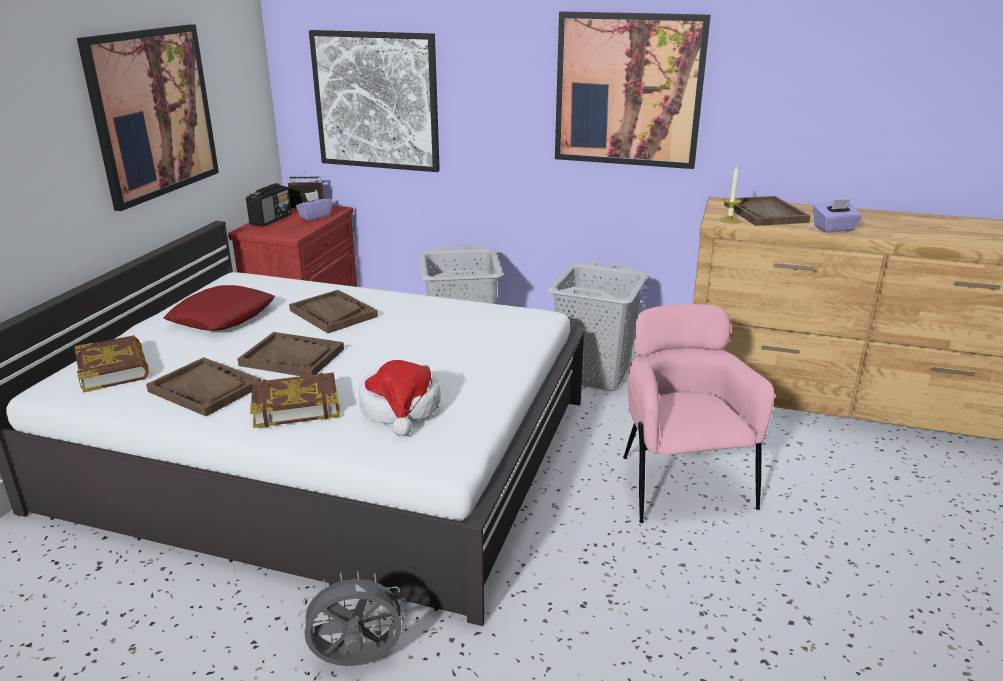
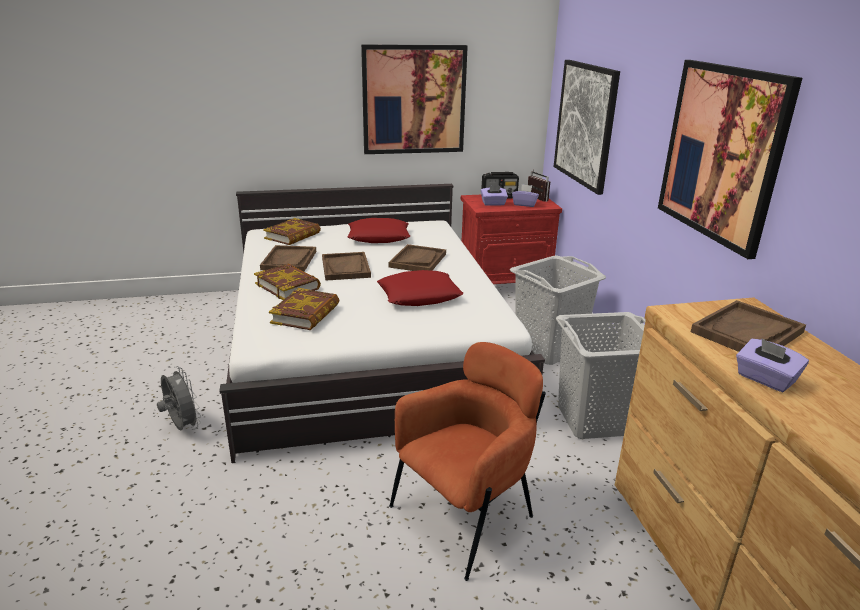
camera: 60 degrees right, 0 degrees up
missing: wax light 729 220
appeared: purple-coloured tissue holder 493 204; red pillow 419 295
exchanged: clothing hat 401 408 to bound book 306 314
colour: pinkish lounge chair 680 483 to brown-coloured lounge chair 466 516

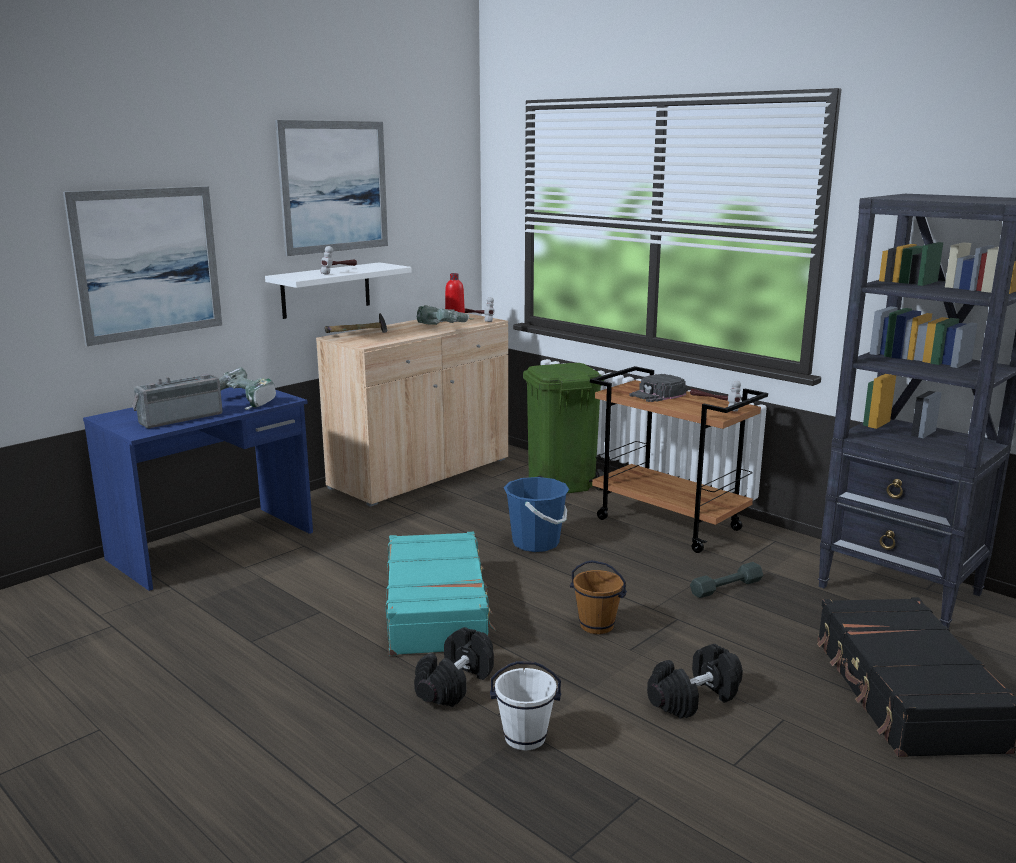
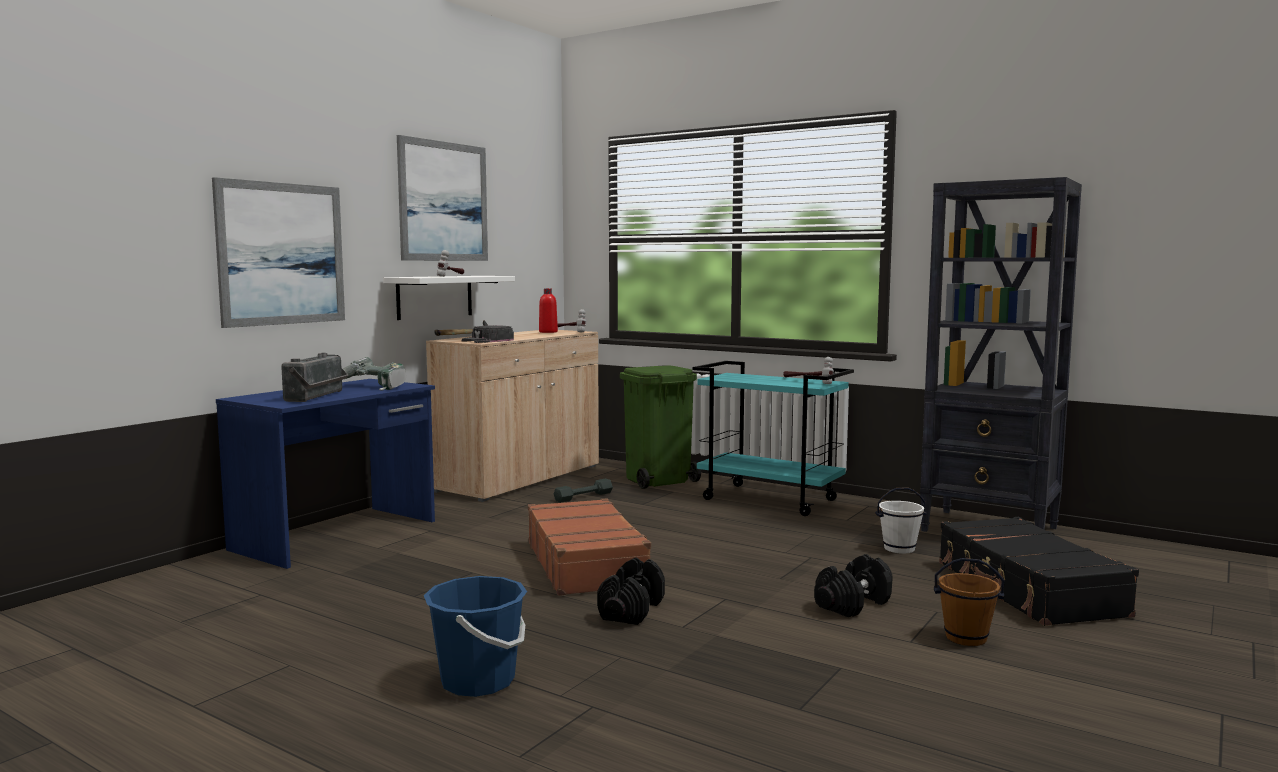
camera: 10 degrees left, 10 degrees down
missing: power drill 444 328
relocated: black baseball cap 657 394 to 488 340; bluish water bucket 536 543 to 478 681; brown-coloured water bucket 597 625 to 966 638; grey hand weight 726 587 to 583 497; whitish water bucket 525 738 to 899 549
colour: brown-coloured wheeled cart 670 524 to turquoise-coloured wheeled cart 771 500; turquoise-coloured piece of luggage 437 608 to brown-coloured piece of luggage 586 563
spun: radio receiver 179 418 = 318 396 150 degrees clockwise

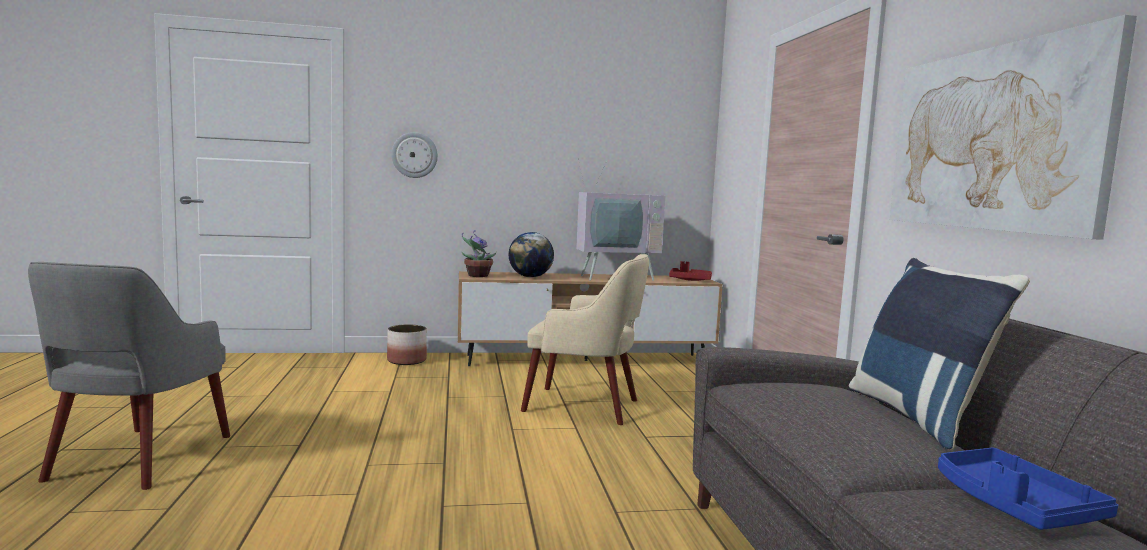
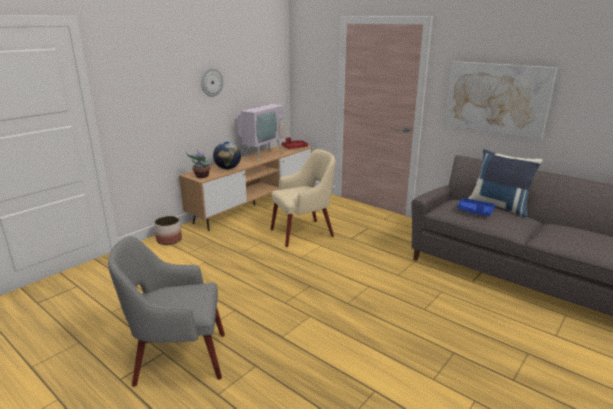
camera: 40 degrees left, 15 degrees up
relocated: wall clock 414 155 to 211 82; bluish tray 1013 505 to 475 211
spun: grey lounge chair 137 459 = 178 358 120 degrees clockwise

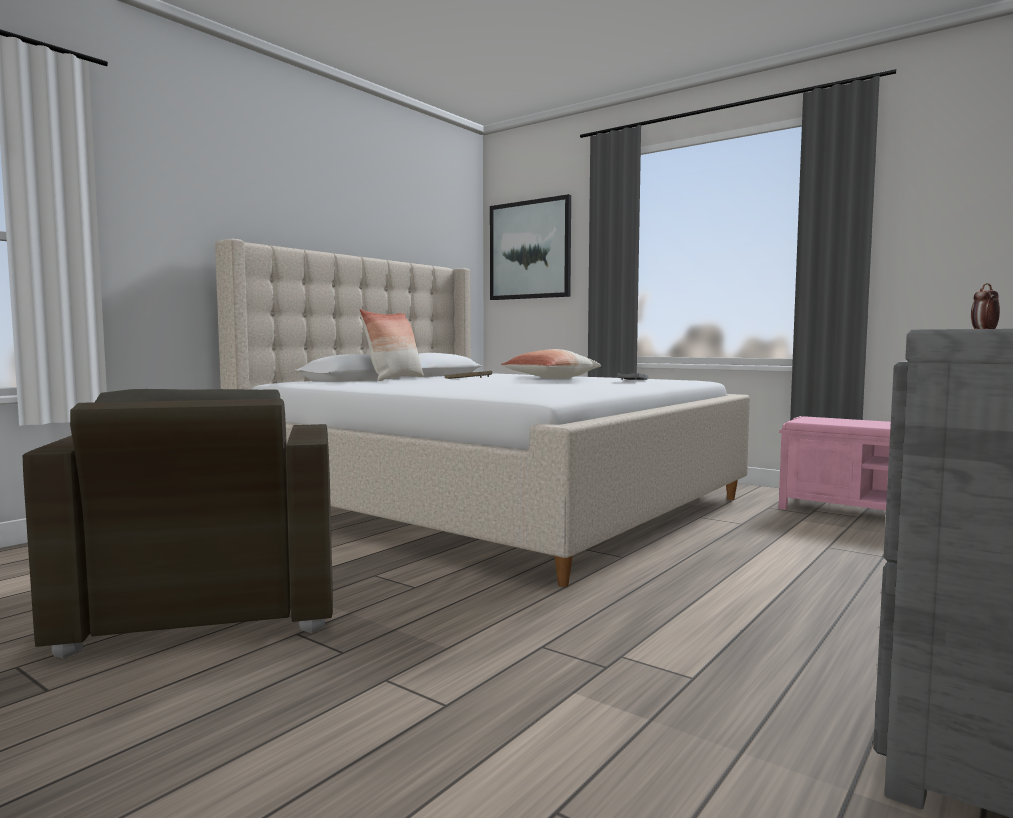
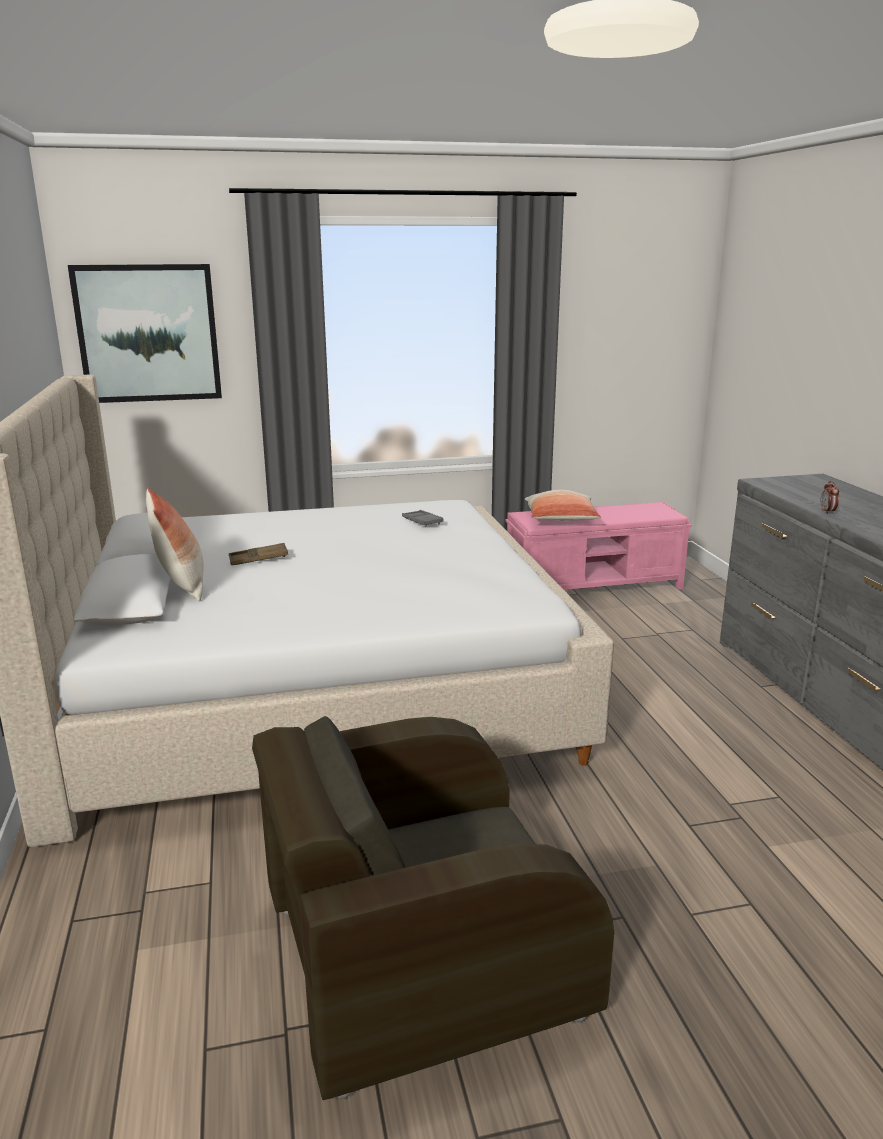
camera: 50 degrees left, 15 degrees up
relocated: pillow 550 379 to 561 520
spun: brown-coloured lounge chair 210 602 = 420 958 135 degrees clockwise

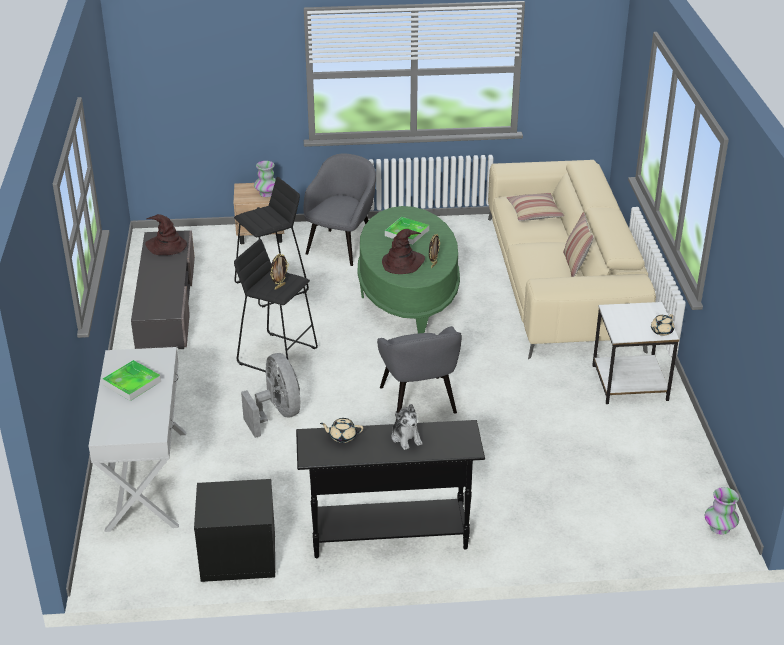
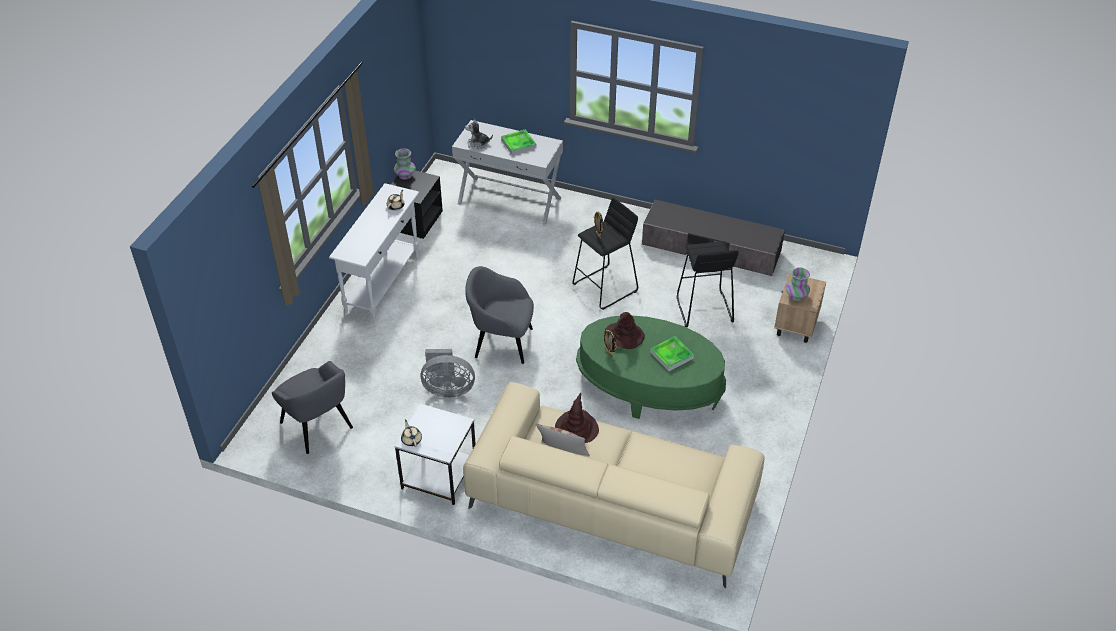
camera: 115 degrees right, 10 degrees up
missing: pillow 534 213
relocated: grey lounge chair 341 246 to 317 426; brown-coloured clothing hat 166 246 to 576 428; grey fan 277 414 to 447 389; plush toy 406 438 to 478 144; vase 719 527 to 405 175
colour: black hall table 388 535 to whitish hall table 383 283

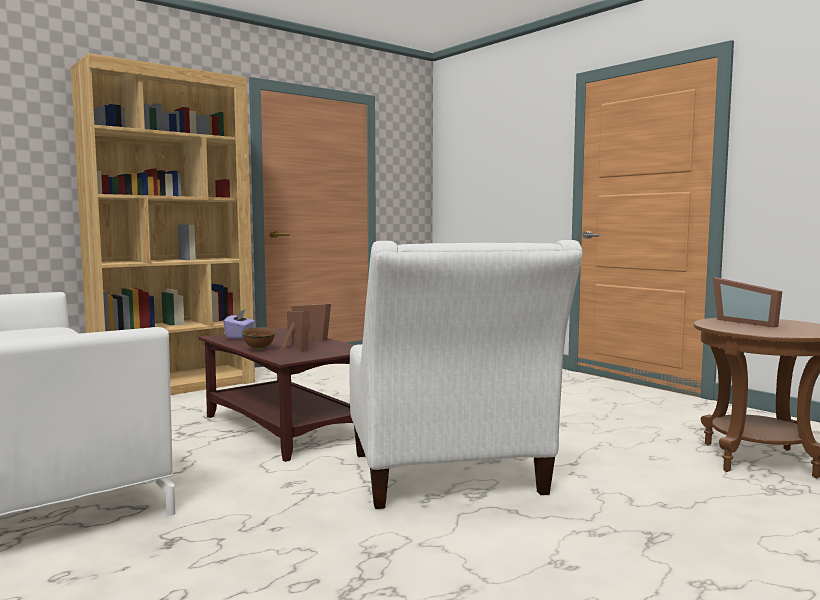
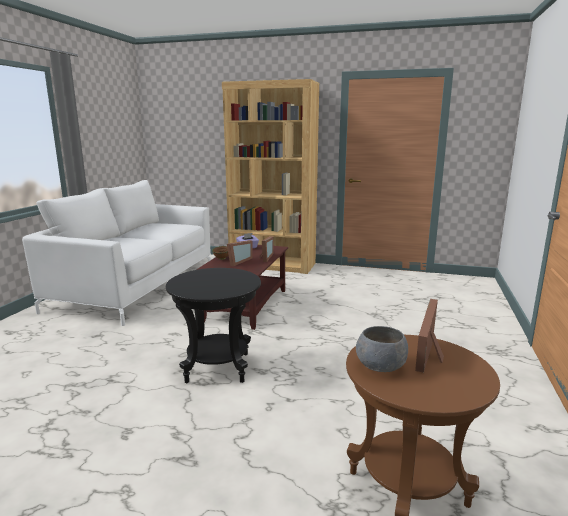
camera: 55 degrees right, 10 degrees up
appeared: grey bowl 380 366
exchanged: whitish lounge chair 449 479 to black side table 217 368

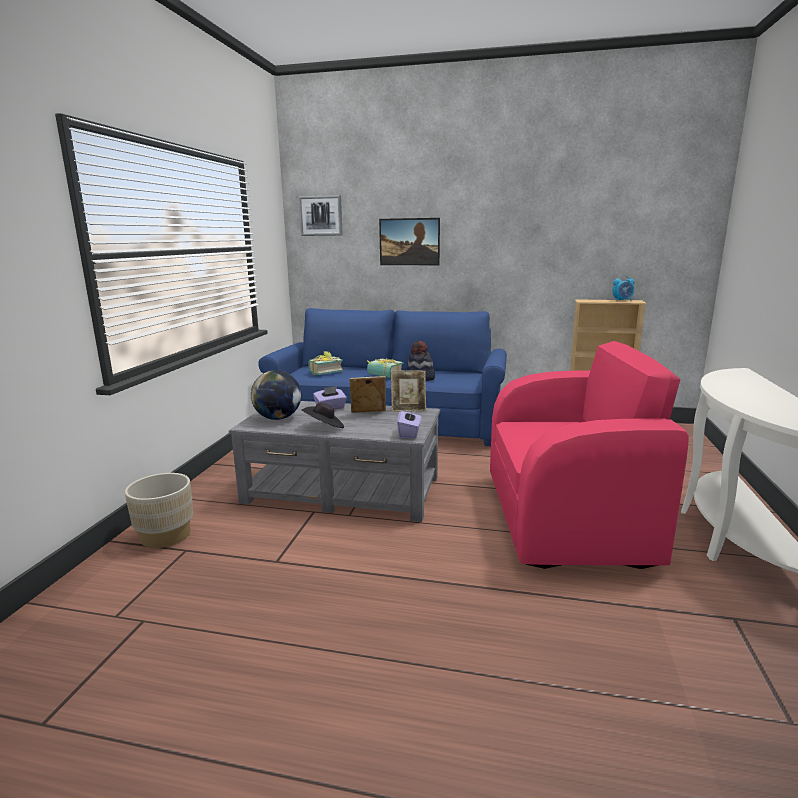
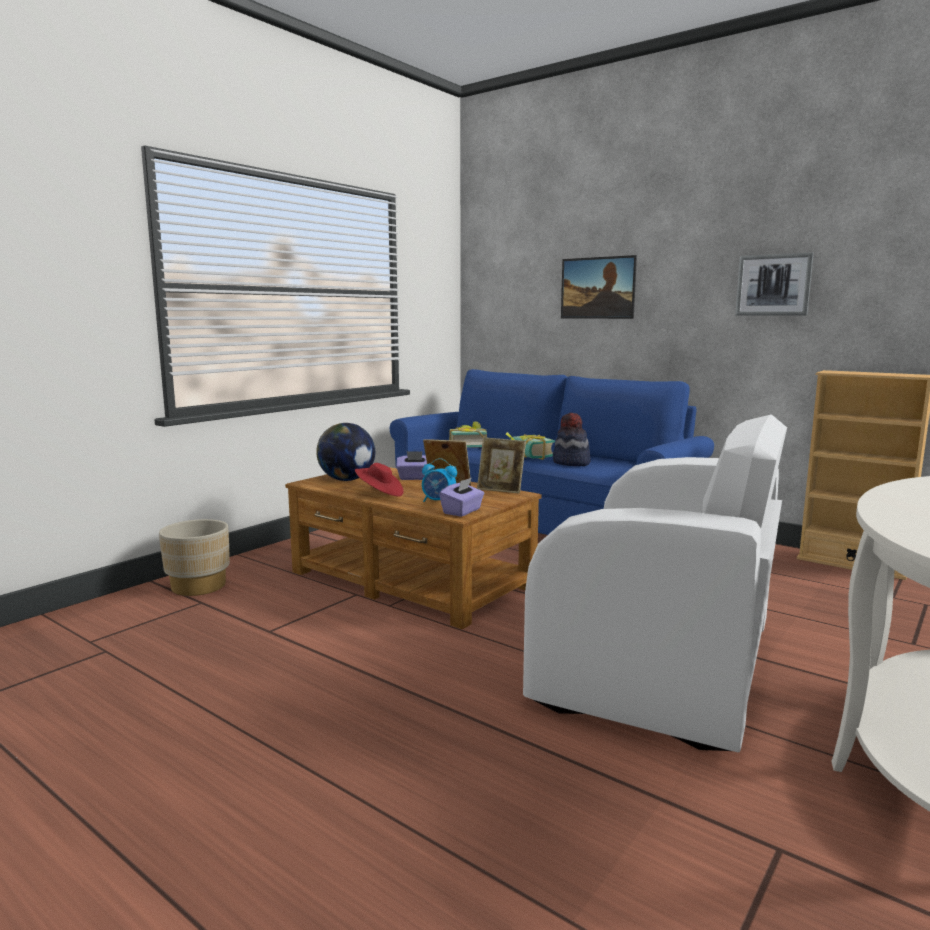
camera: 25 degrees right, 5 degrees down
relocated: picture 321 216 to 773 285; table clock 622 300 to 438 502
colour: pinkish lounge chair 566 517 to whitish lounge chair 661 665; grey coffee table 343 490 to brown-coloured coffee table 411 580; black clothing hat 324 427 to red clothing hat 379 493

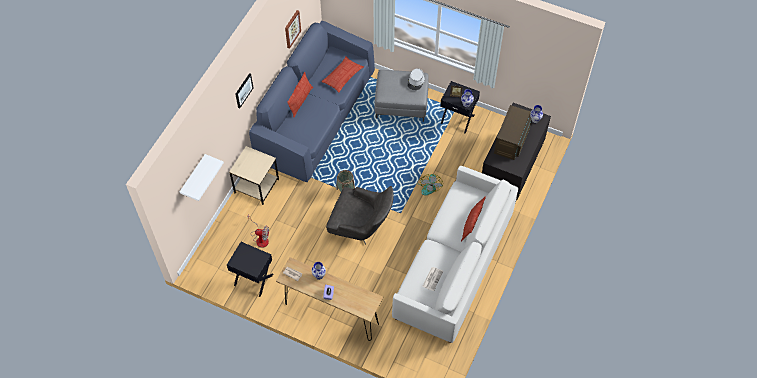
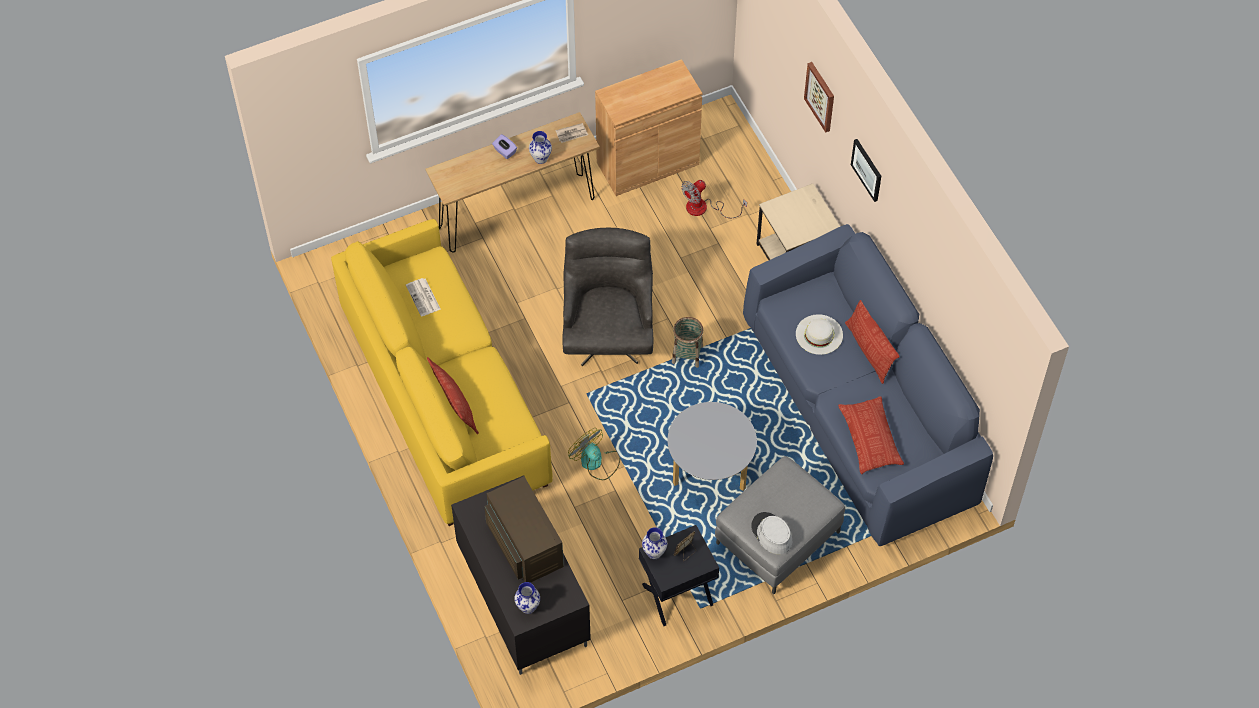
camera: 130 degrees right, 0 degrees up
missing: whitish wall shelf 193 177
appeared: whitish clothing hat 819 334; grey coffee table 710 469
relocated: picture 292 29 to 820 96
exchanged: black night table 253 280 to brown-coloured storage cabinet 647 163
colour: whitish settee 453 266 to yellow settee 444 395
spun: grey lounge chair 361 228 = 608 330 120 degrees clockwise

